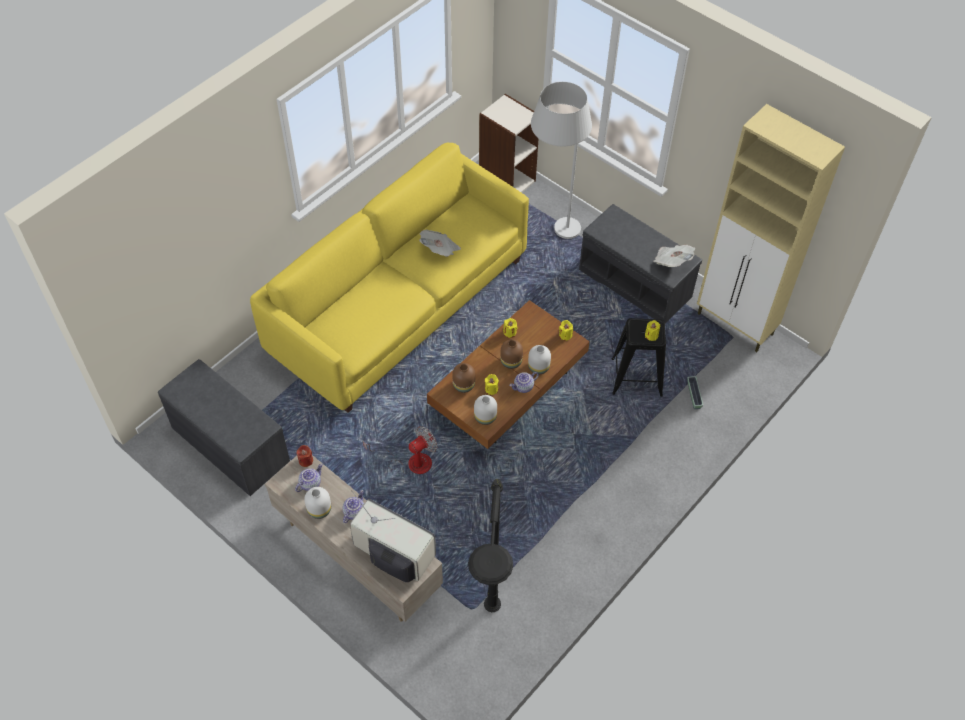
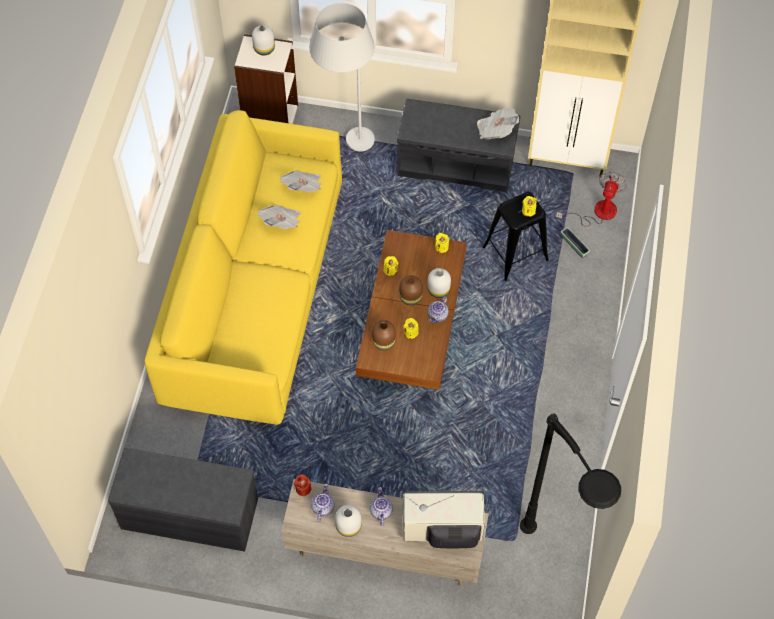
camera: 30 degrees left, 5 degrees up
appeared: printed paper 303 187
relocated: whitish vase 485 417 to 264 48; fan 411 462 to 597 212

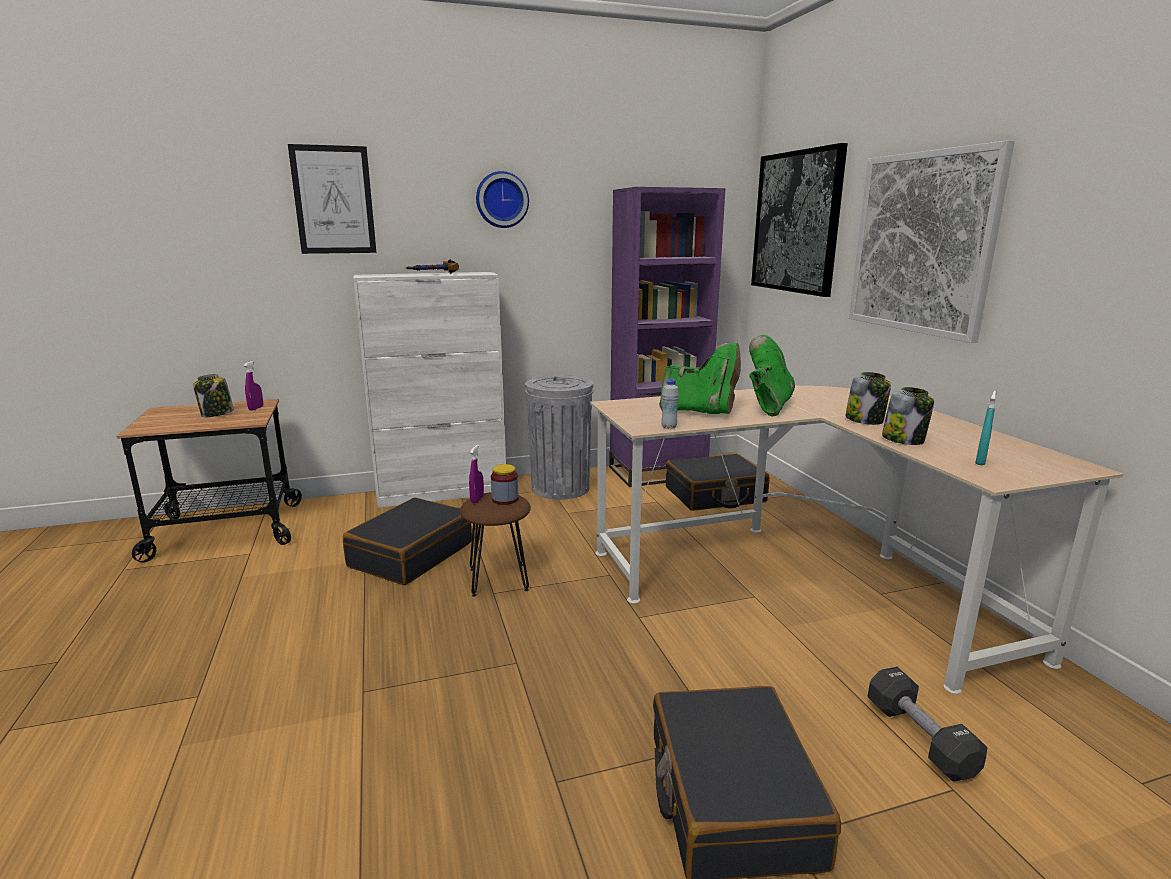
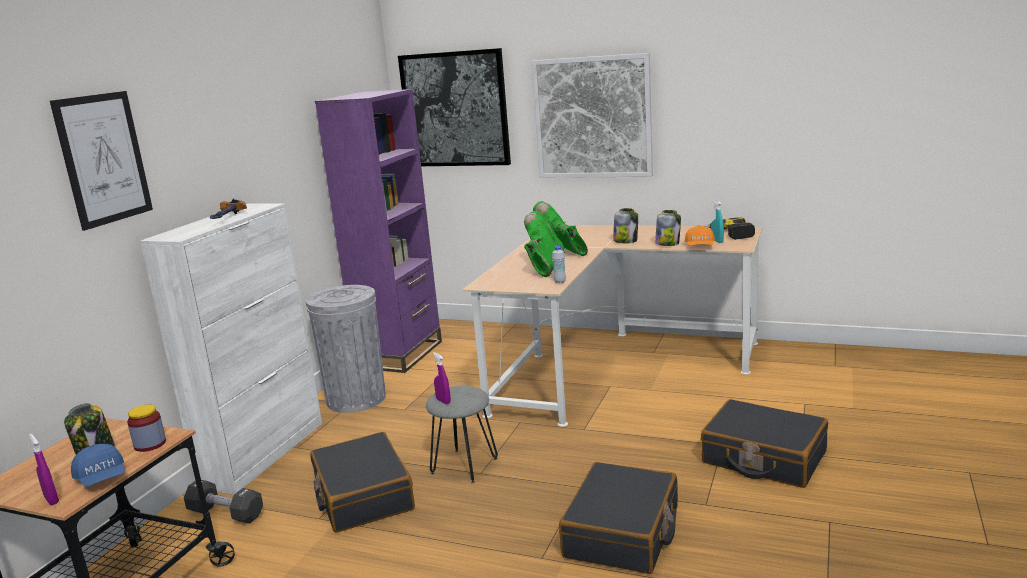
camera: 50 degrees left, 0 degrees up
missing: wall clock 501 200
appeared: power drill 726 235; orange baseball cap 700 246; bluish baseball cap 102 478
relocated: purple-coloured sprayer 256 408 to 51 500; black piece of luggage 715 495 to 622 533; storage jar 505 499 to 150 444; black hand weight 919 738 to 226 514
colour: brown-coloured stool 498 579 to grey stool 464 466
spun: green-coloured boot 700 412 = 544 268 45 degrees counterclockwise

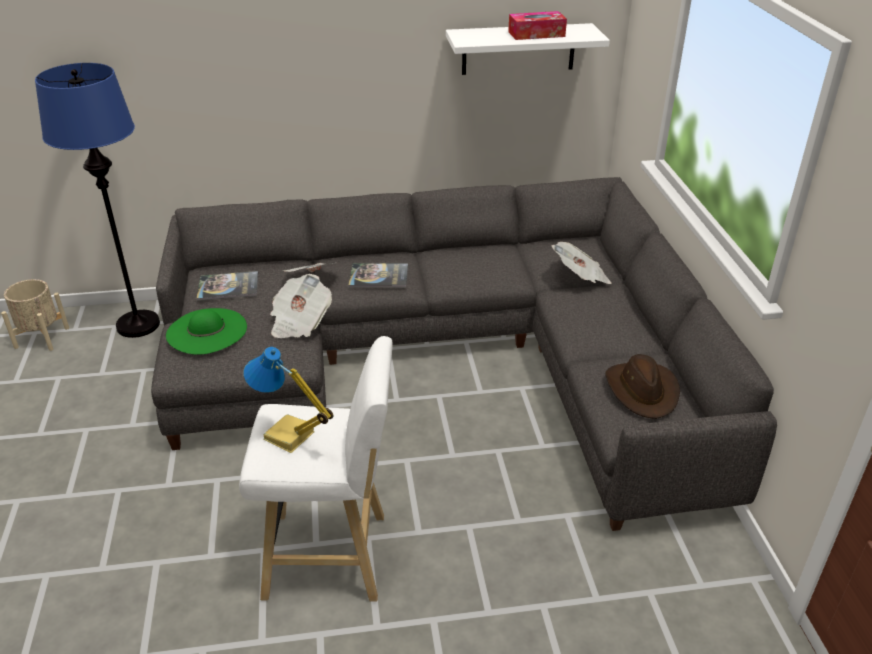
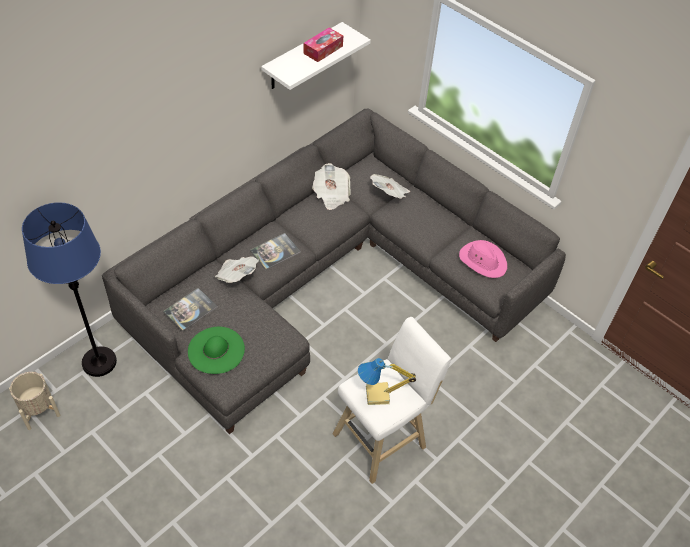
camera: 40 degrees left, 15 degrees up
relocated: printed paper 299 322 to 331 195
colour: brown-coloured clothing hat 642 391 to pinkish clothing hat 483 260

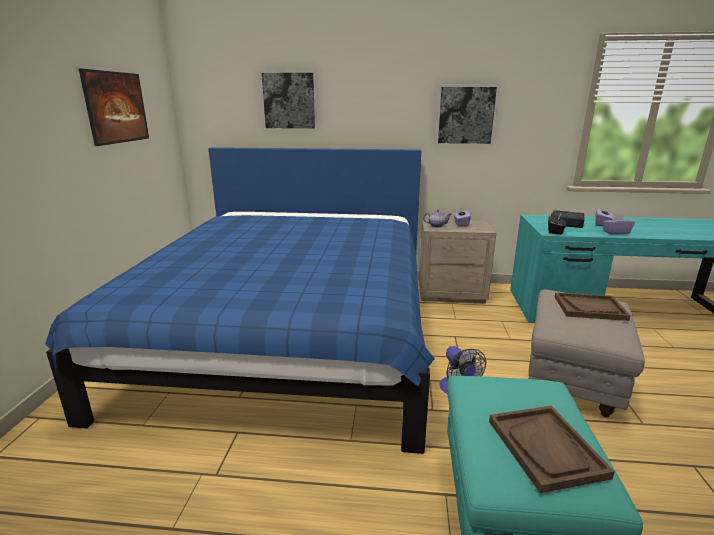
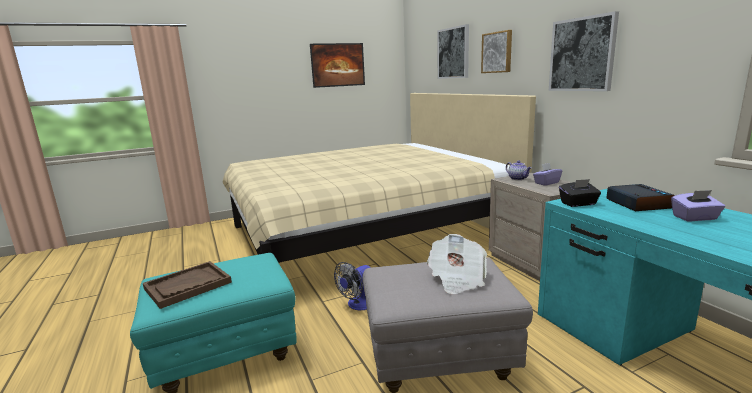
camera: 60 degrees right, 5 degrees down
missing: purple-coloured tissue holder 615 232
appeared: picture 497 52
exchanged: brown-coloured tray 589 308 to printed paper 457 279
colour: bluish bedroom bed 289 334 to beige bedroom bed 364 233

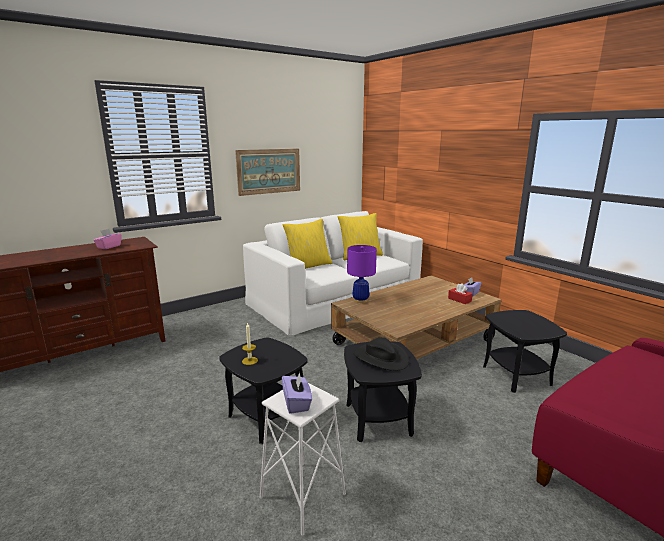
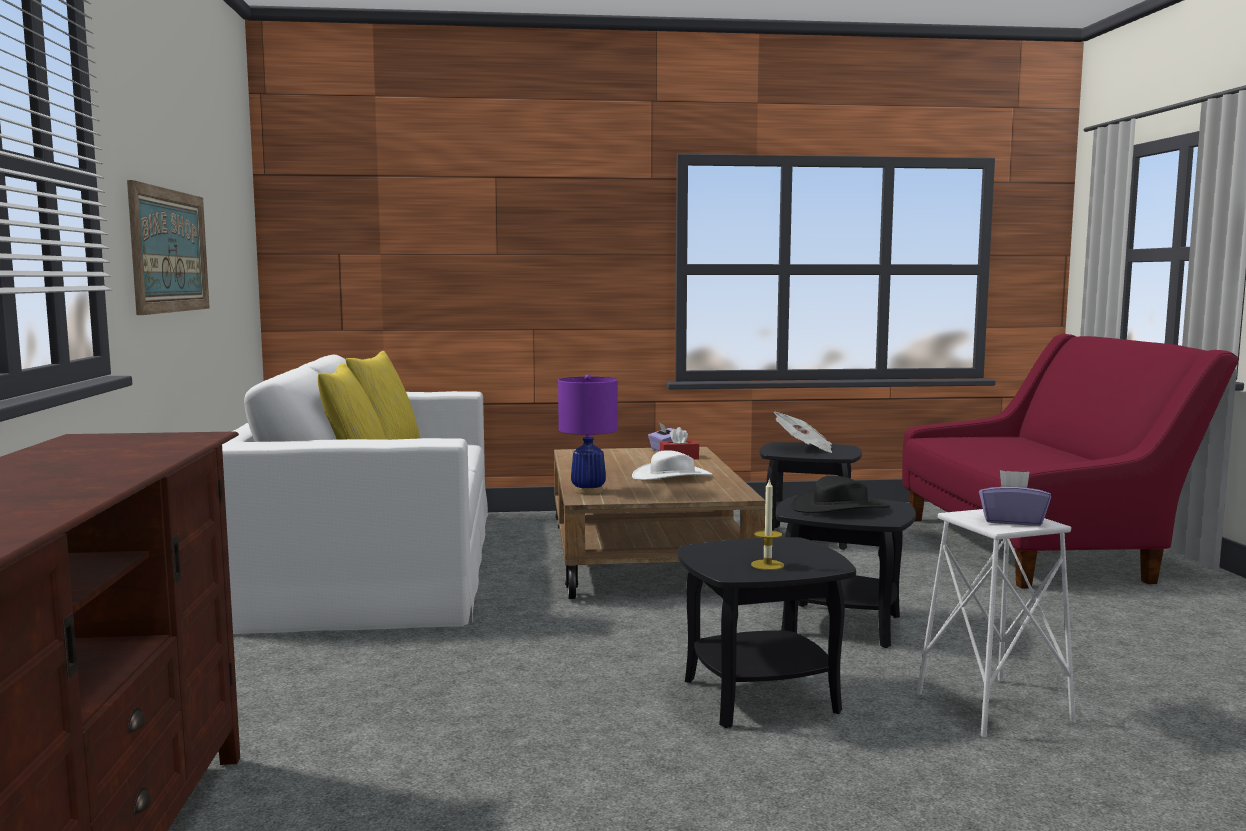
camera: 60 degrees left, 10 degrees down
missing: pinkish tissue holder 109 247
appeared: printed paper 804 449; whitish clothing hat 672 476

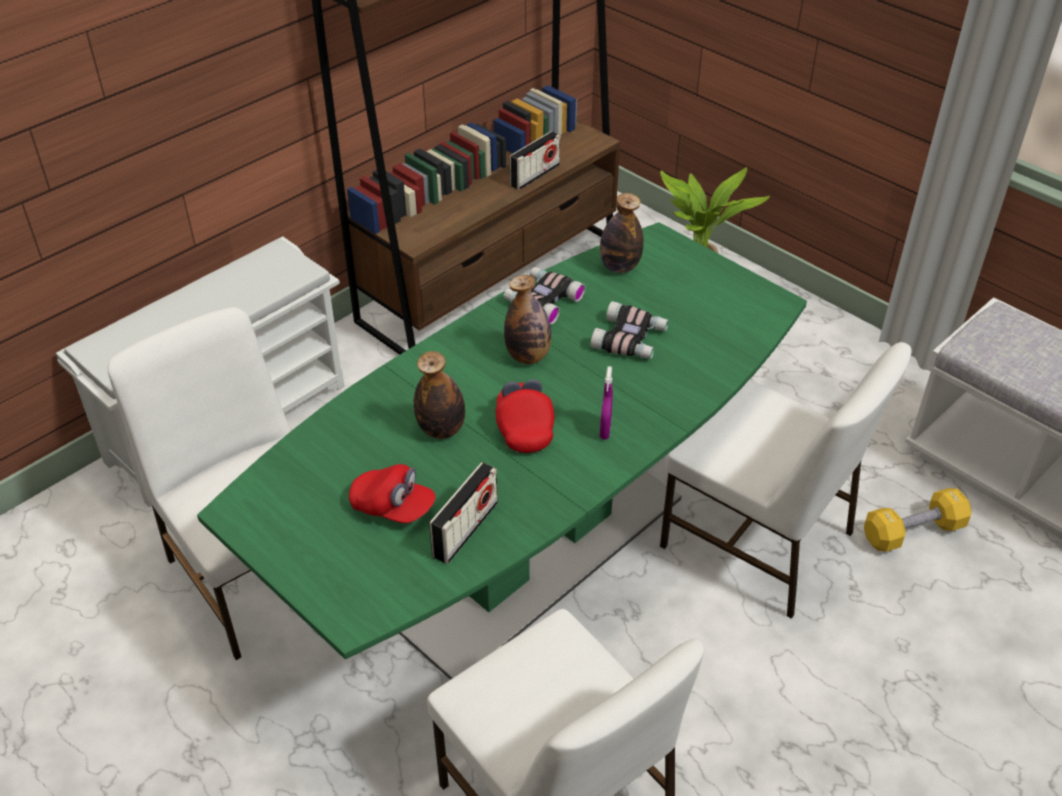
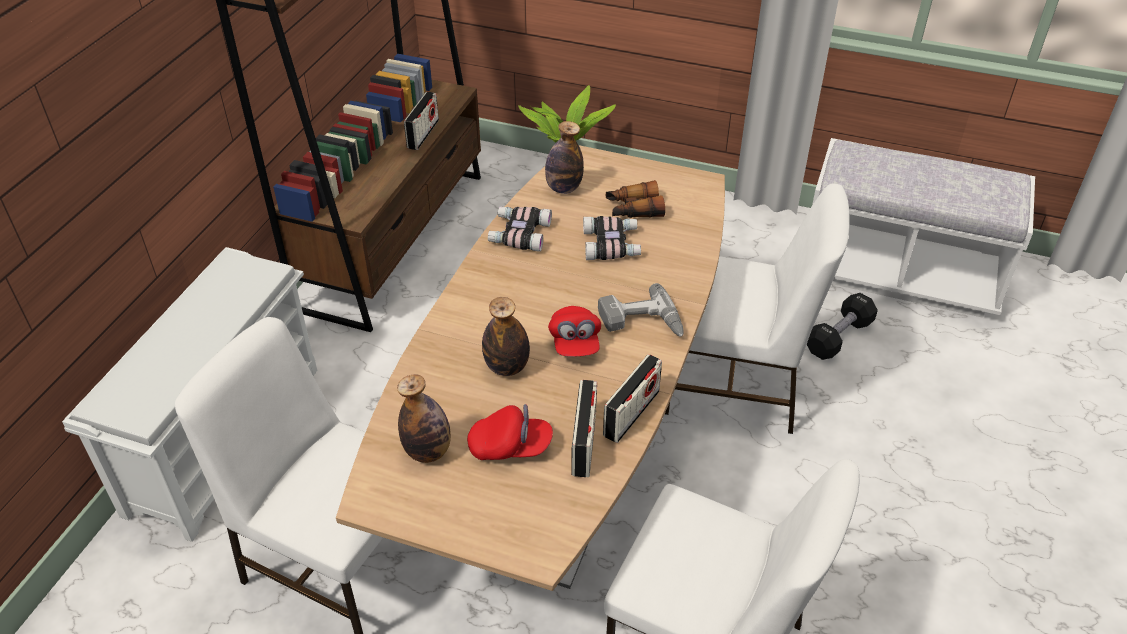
camera: 25 degrees left, 0 degrees up
appeared: pair of binoculars 633 209; radio receiver 631 413
relocated: bottle 528 356 to 428 451
exchanged: purple-coloured sprayer 605 430 to power drill 641 323
colour: green-coloured dinner table 531 549 to brown-coloured dinner table 563 453; yellow hand weight 913 532 to black hand weight 838 337
spun: red baseball cap 524 427 = 575 343 150 degrees counterclockwise

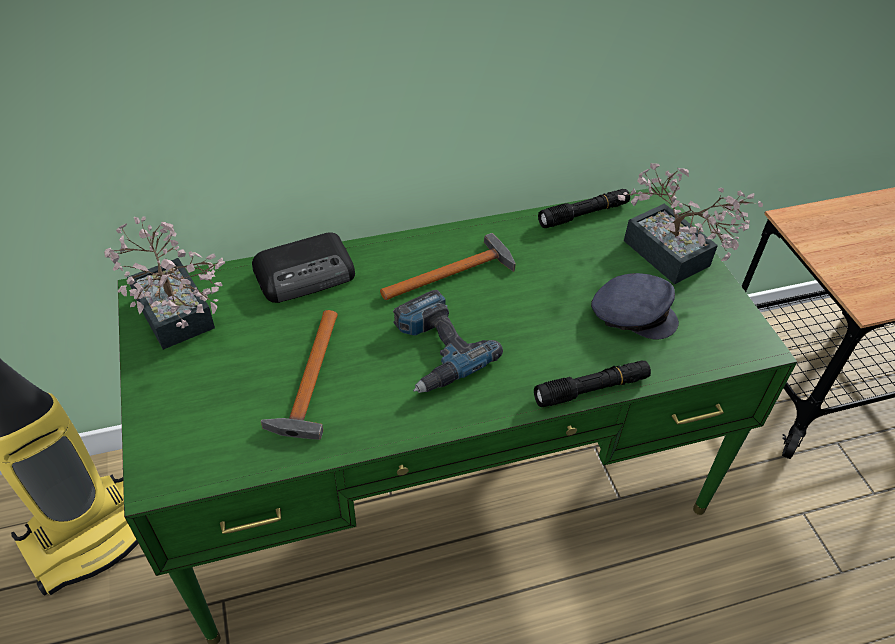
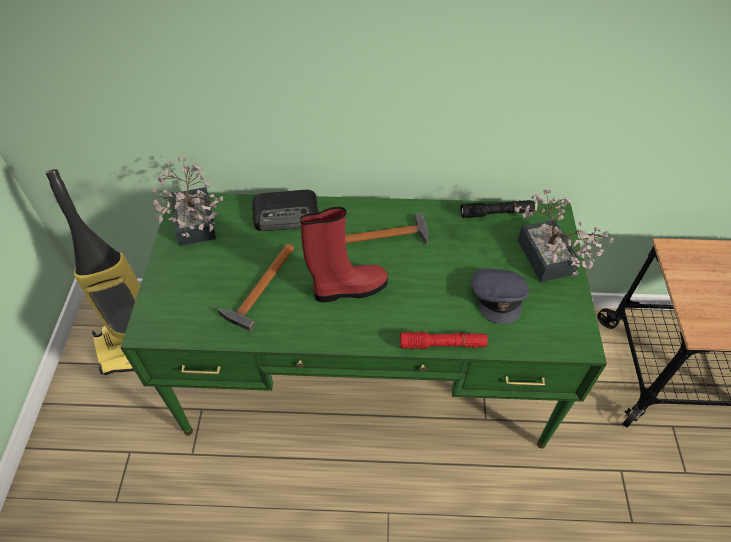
camera: 20 degrees right, 5 degrees up
exchanged: power drill 435 350 to red boot 348 289
colour: black hand torch 591 389 to red hand torch 443 344
spun: grey baseball cap 632 314 = 498 297 45 degrees clockwise

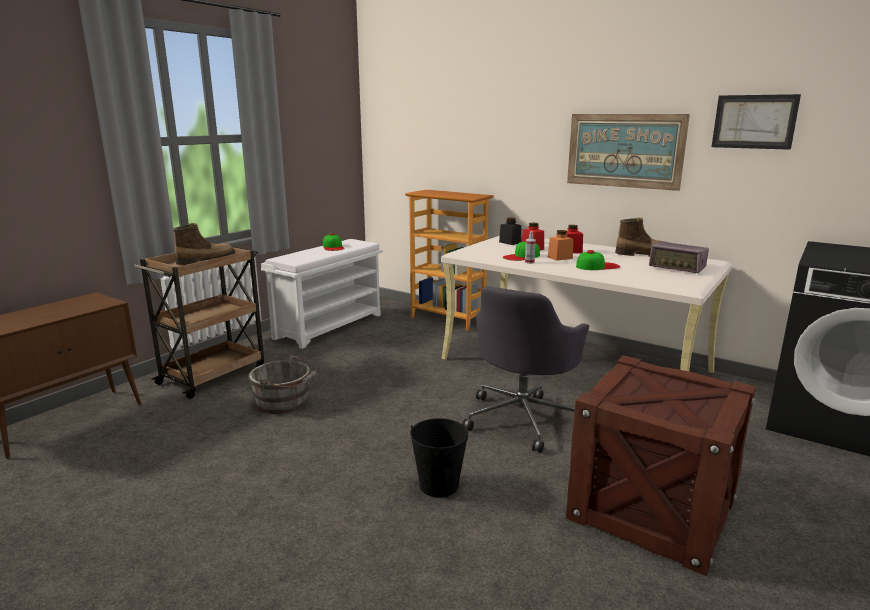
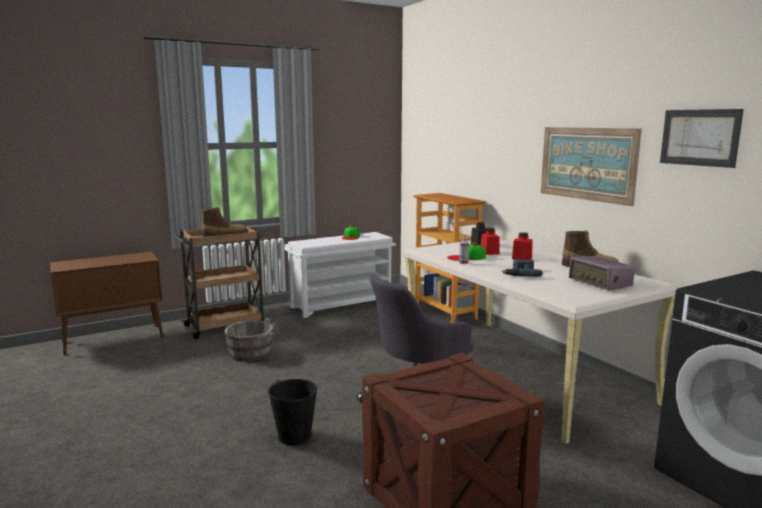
camera: 25 degrees right, 5 degrees down
missing: orange storage jar 560 258
exchanged: baseball cap 597 266 to power drill 520 273

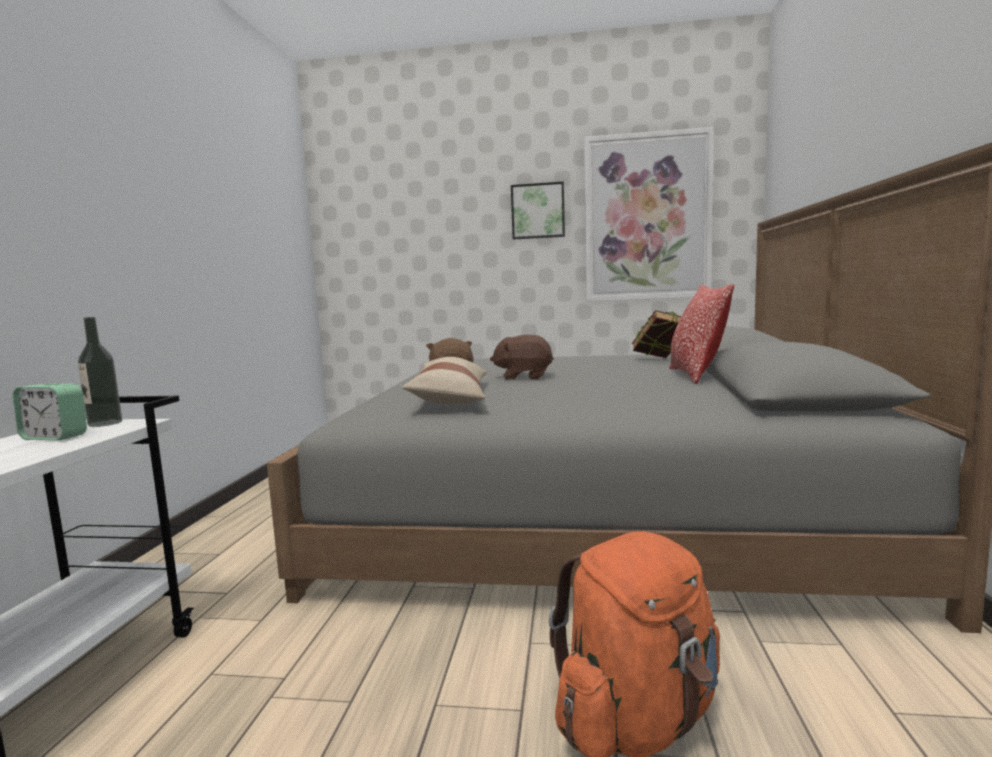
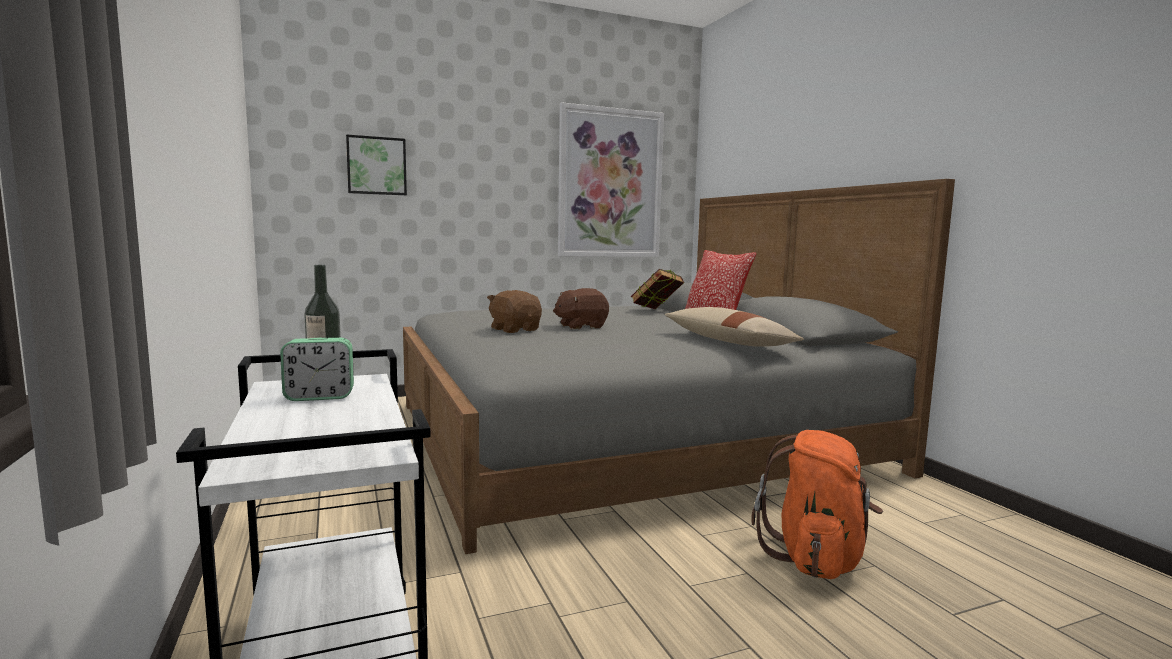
camera: 30 degrees left, 0 degrees up
relocated: picture 538 211 to 376 166; beige pillow 451 397 to 728 342

